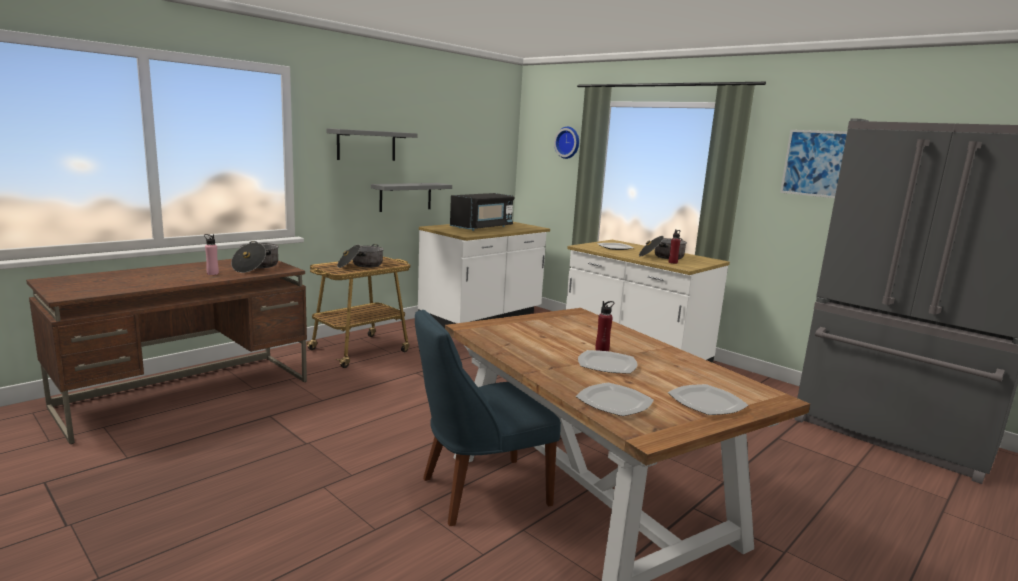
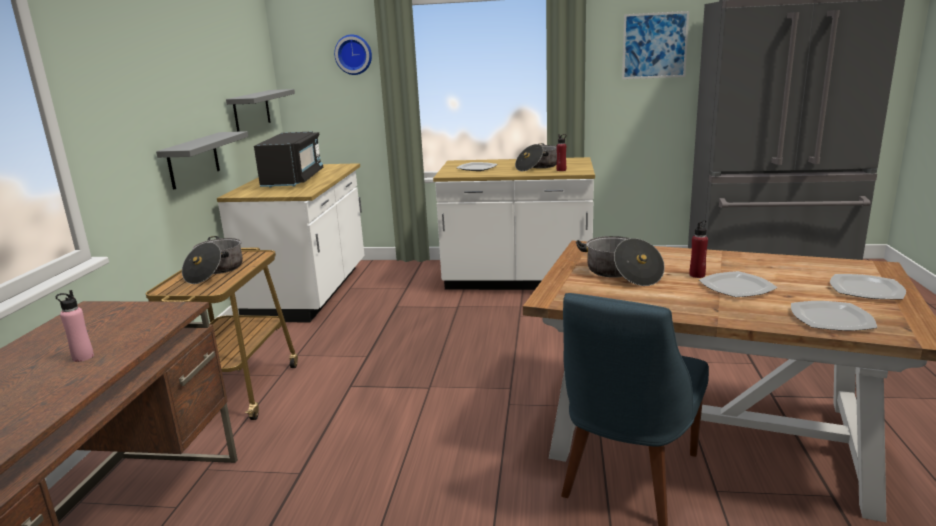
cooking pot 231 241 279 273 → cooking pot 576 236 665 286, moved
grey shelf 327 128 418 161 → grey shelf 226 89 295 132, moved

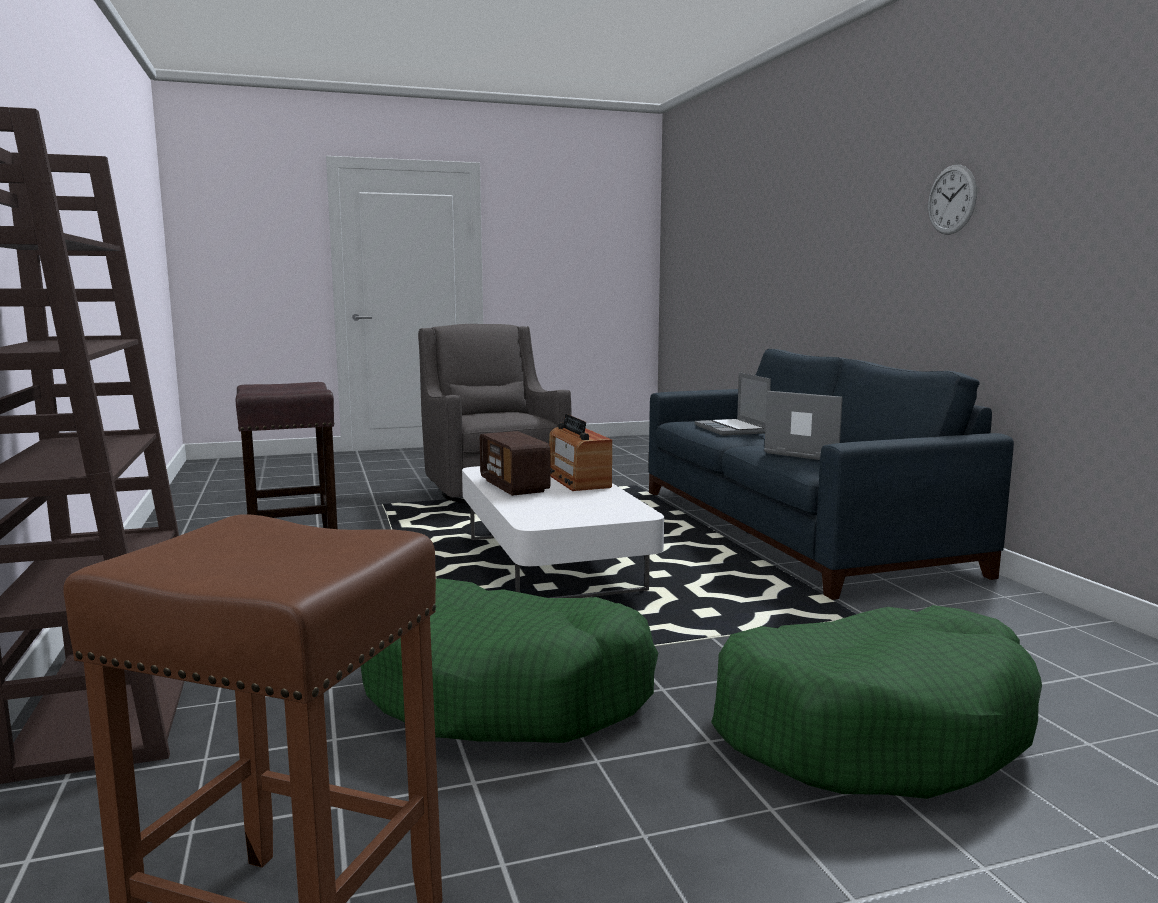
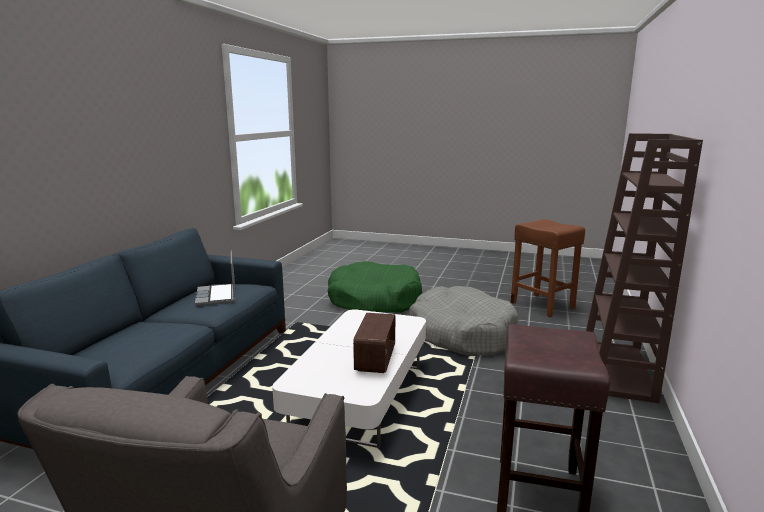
green dog bed 361 579 658 743 → grey dog bed 409 286 518 356
radio 549 414 612 491 → -
laptop 695 372 771 436 → -
wall clock 928 165 977 235 → -

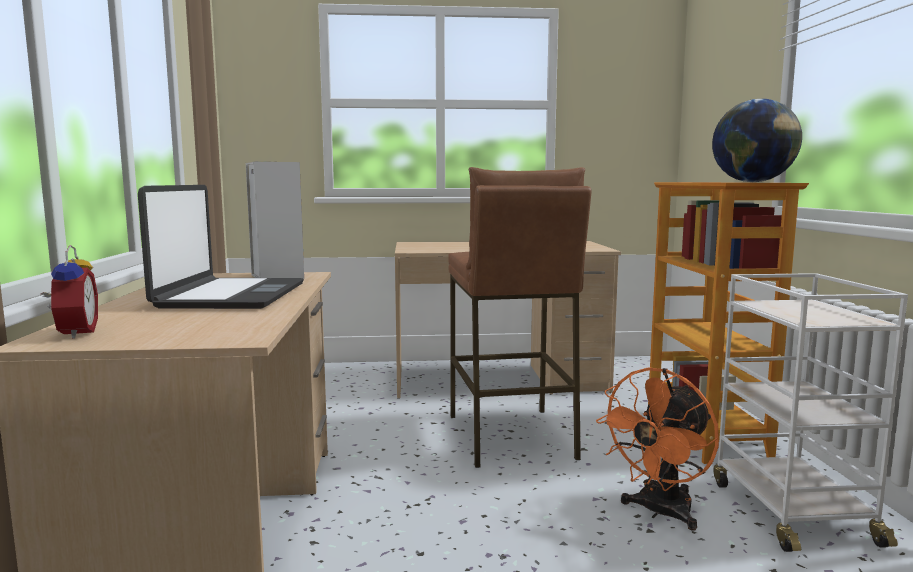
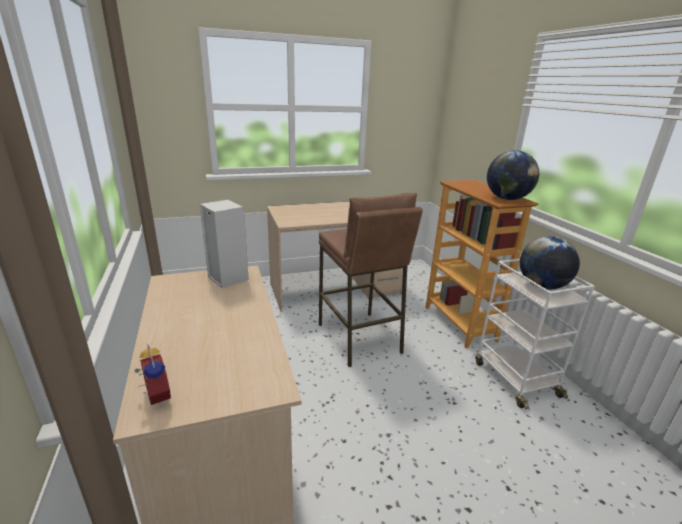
laptop 138 185 304 309 → -
orange fan 596 367 719 530 → -
- → globe 520 236 580 289

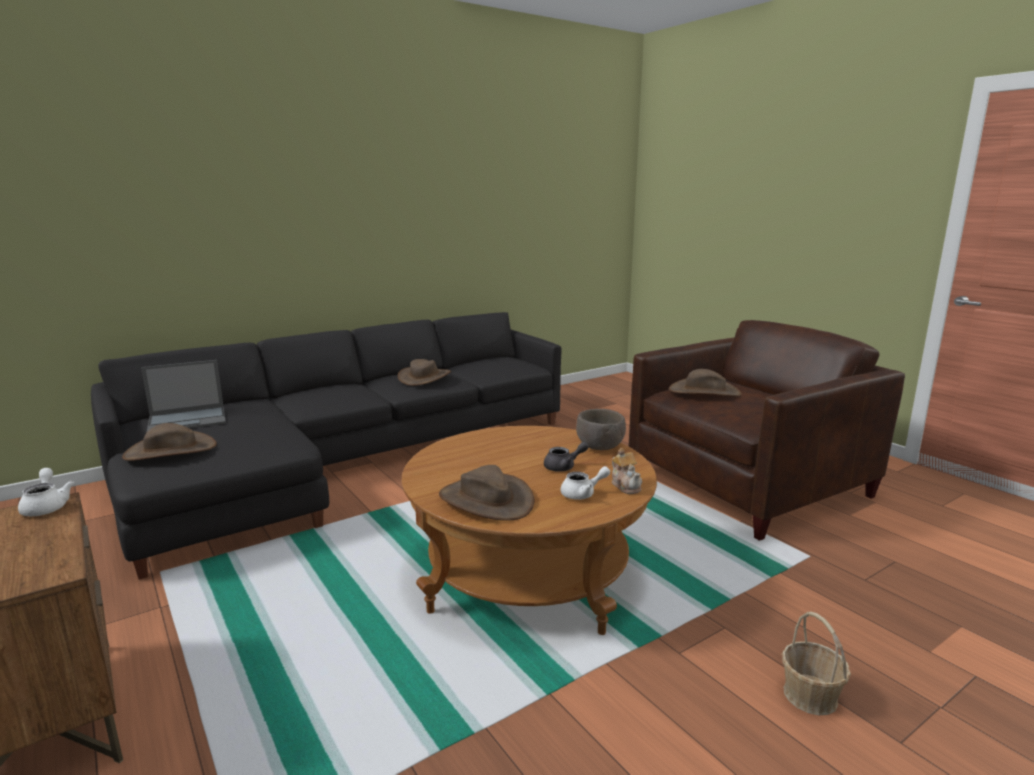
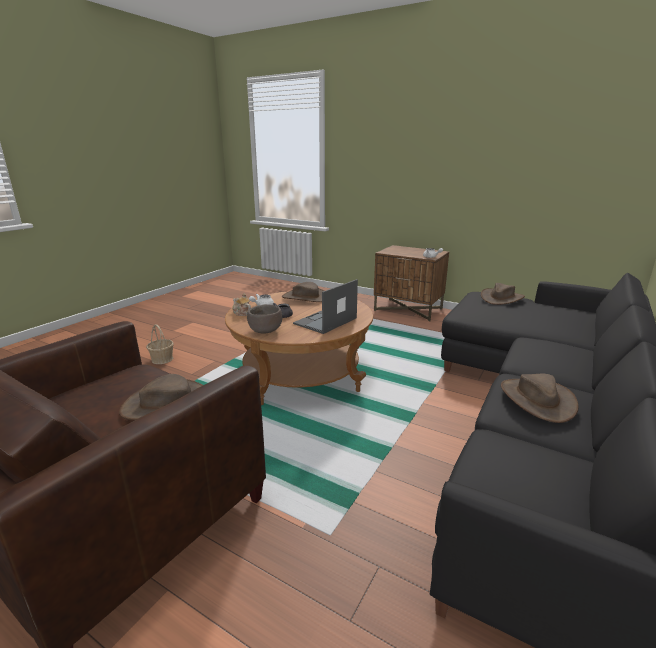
laptop 141 360 226 432 → laptop 293 279 358 334, moved

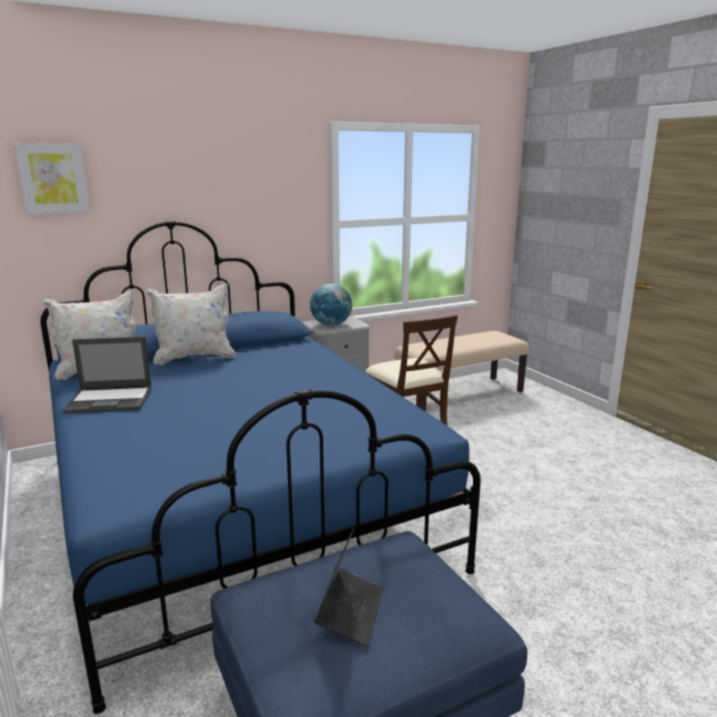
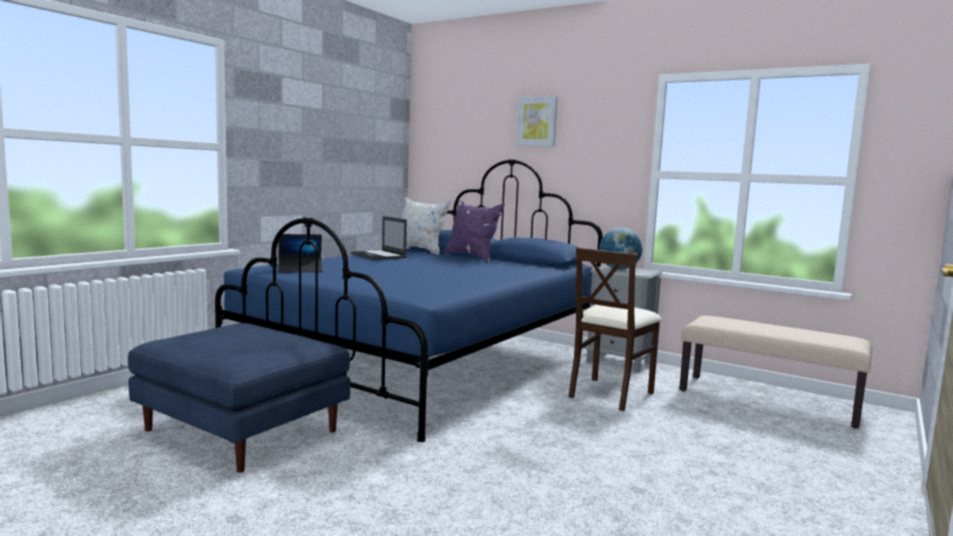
picture 15 143 90 214 → picture 516 96 558 146, moved
white pillow 146 283 236 365 → purple pillow 444 200 505 262
laptop 314 528 383 647 → laptop 278 234 323 273, moved

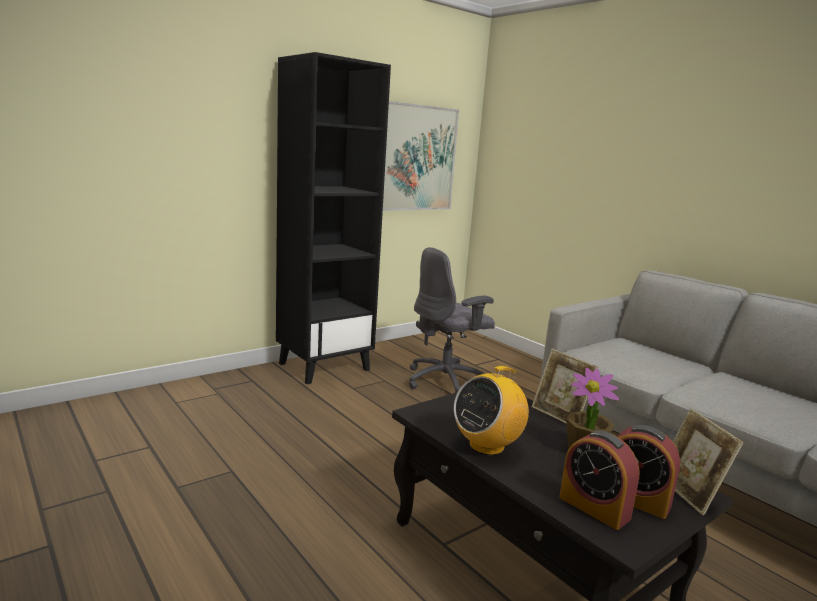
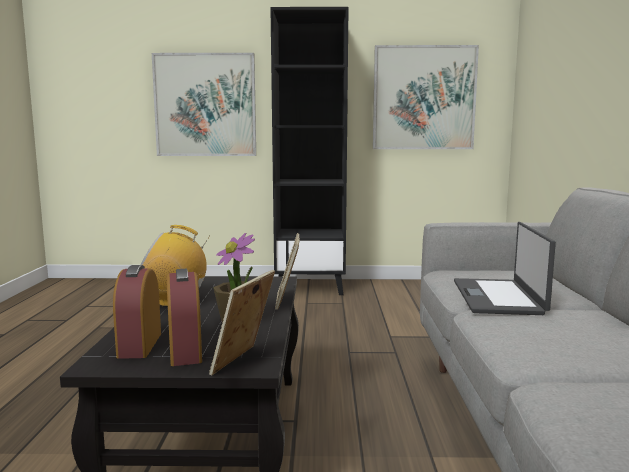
grey office chair 409 247 495 393 → -
- → picture 152 53 256 156
- → laptop 454 222 556 315

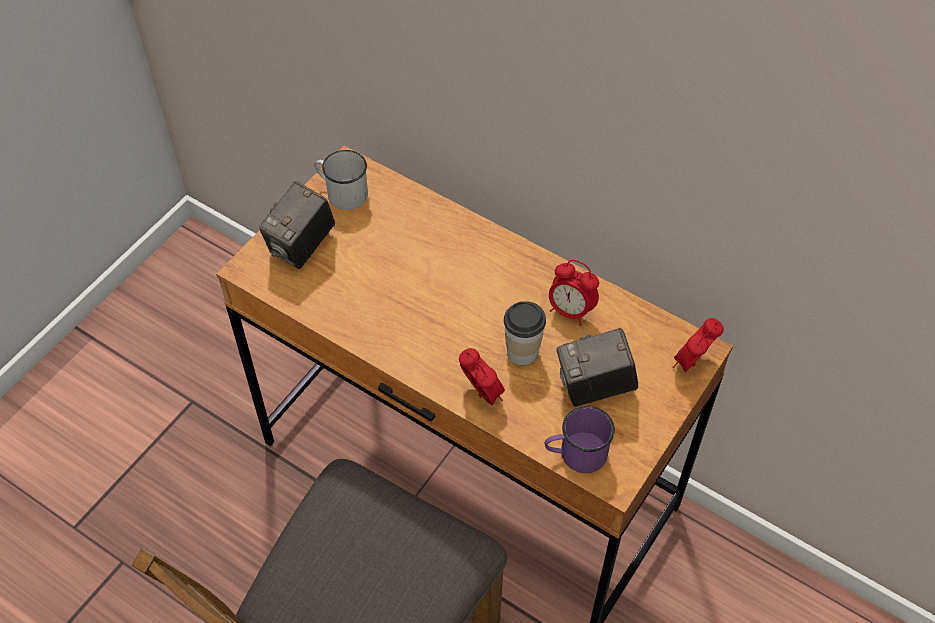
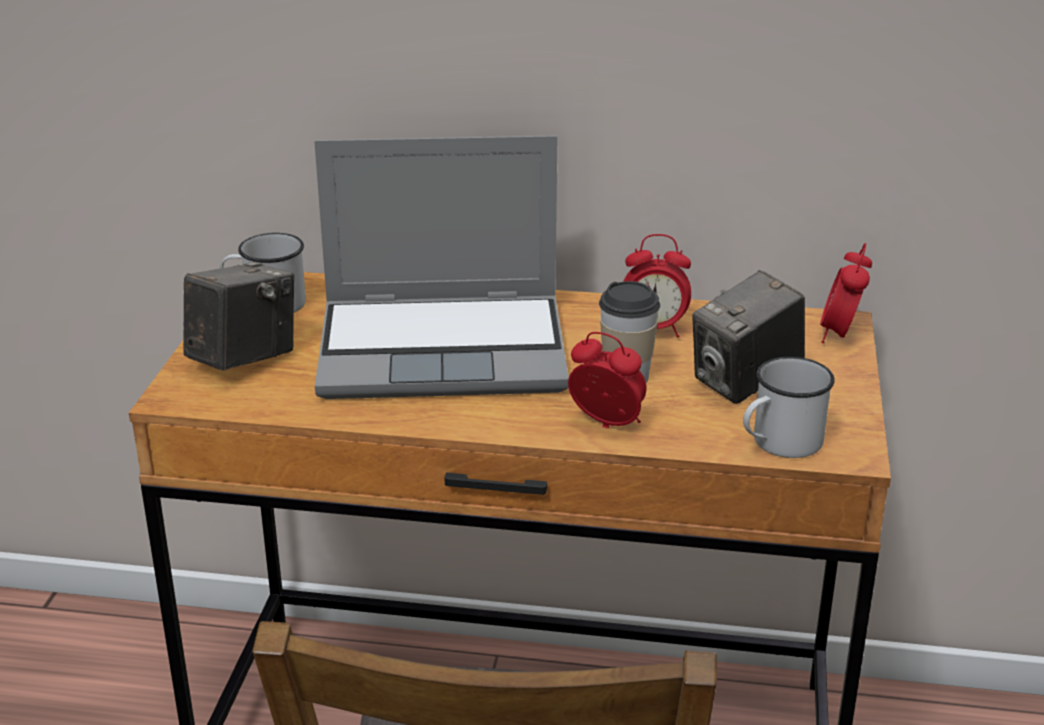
photo camera 259 181 335 269 → photo camera 183 262 294 371, 150 degrees counterclockwise
purple mug 545 406 615 473 → white mug 743 357 835 458
- → laptop 314 136 569 399

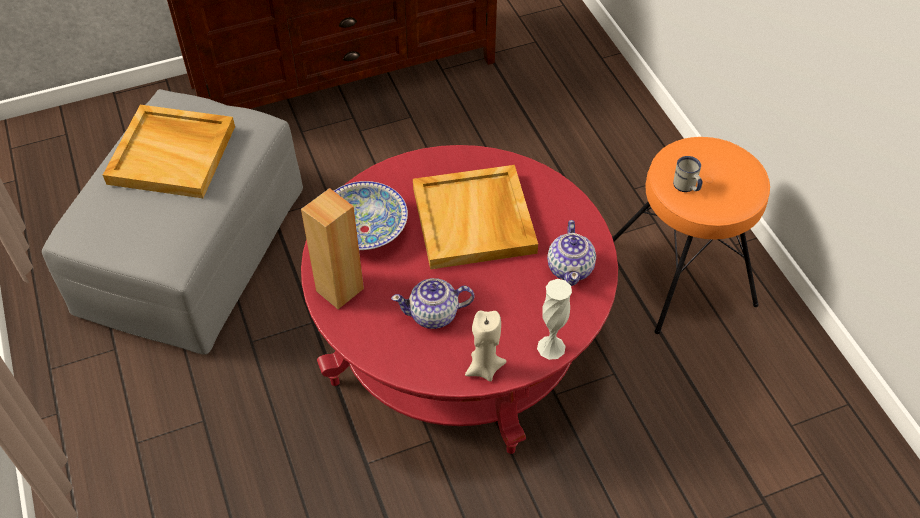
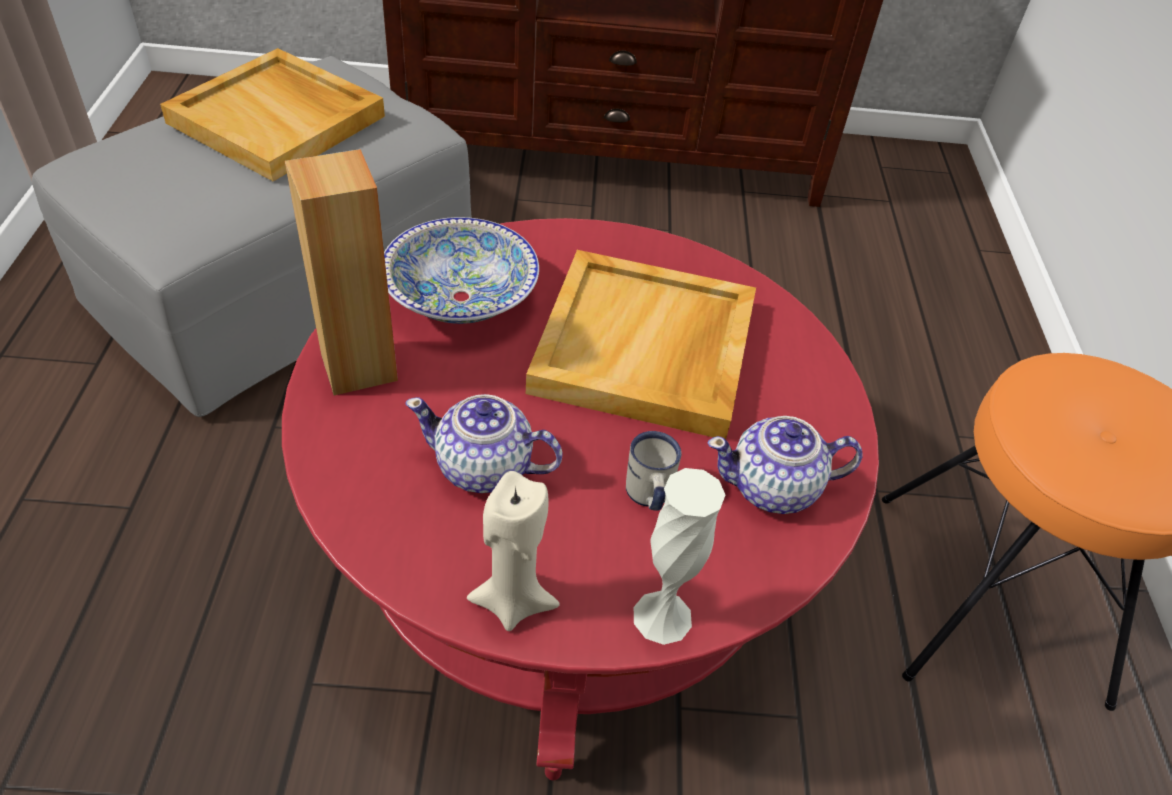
teapot 547 220 596 286 → teapot 708 416 863 514, 60 degrees clockwise
white mug 673 156 703 192 → white mug 626 431 682 511, moved

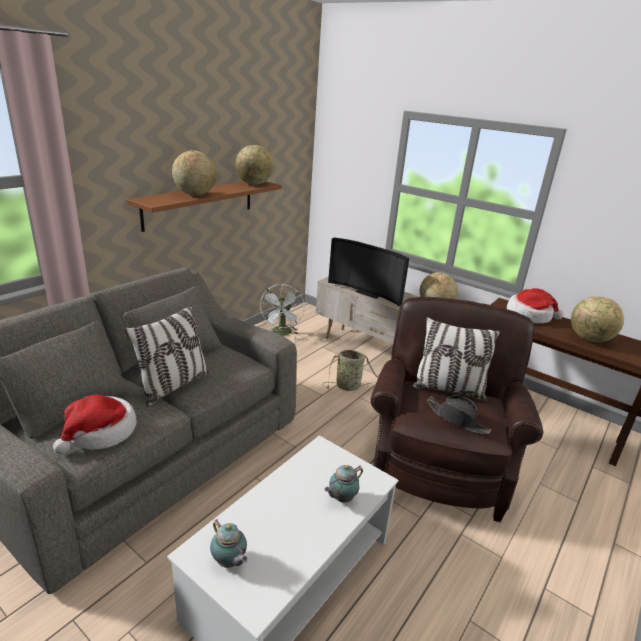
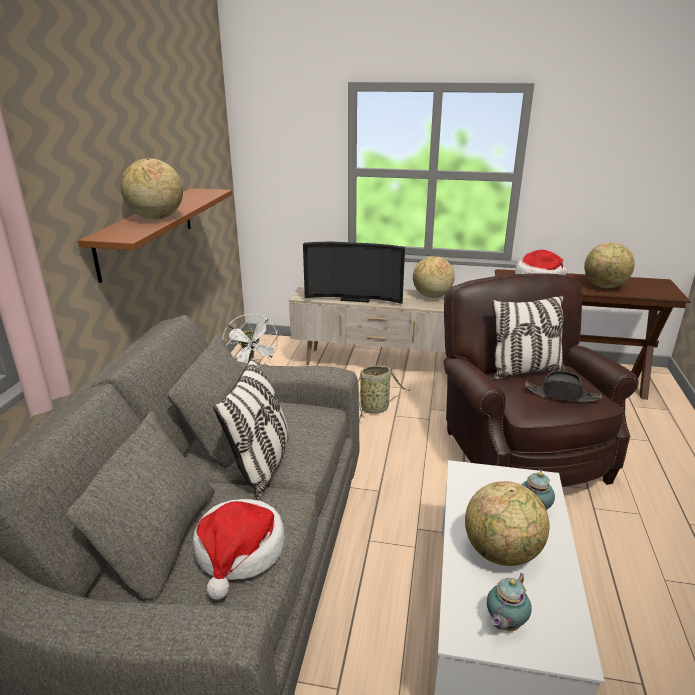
teapot 210 519 248 568 → teapot 487 572 532 631, 105 degrees clockwise
globe 235 145 274 185 → globe 465 481 549 566, moved

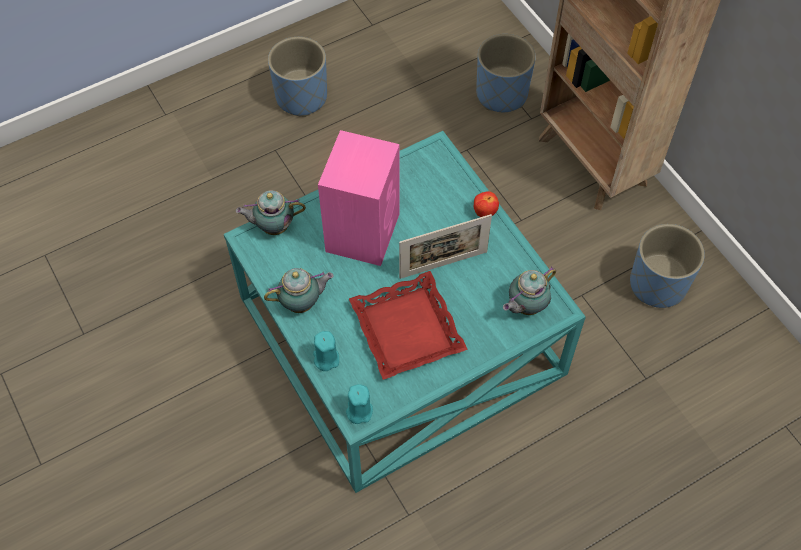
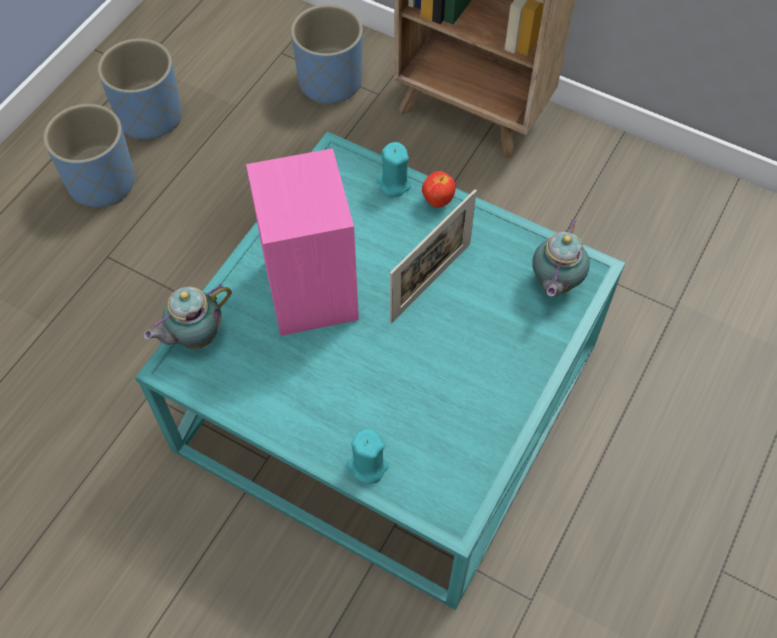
teapot 264 268 334 313 → -
turquoise candle 346 384 373 424 → turquoise candle 377 142 411 197, moved
red tray 349 271 468 380 → -
blue planter 630 224 705 308 → blue planter 98 38 182 140, moved

